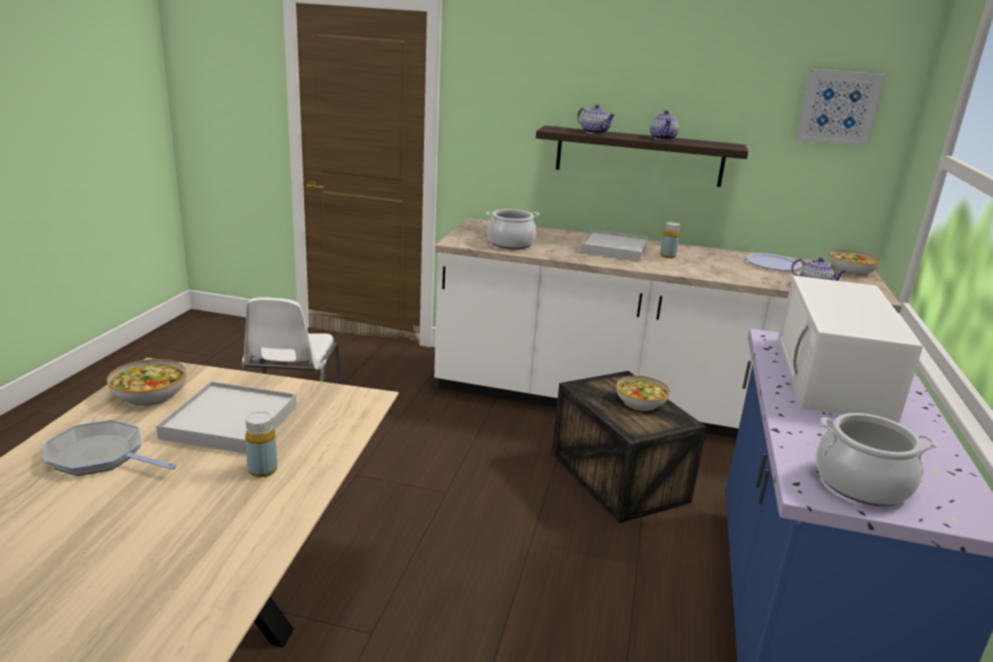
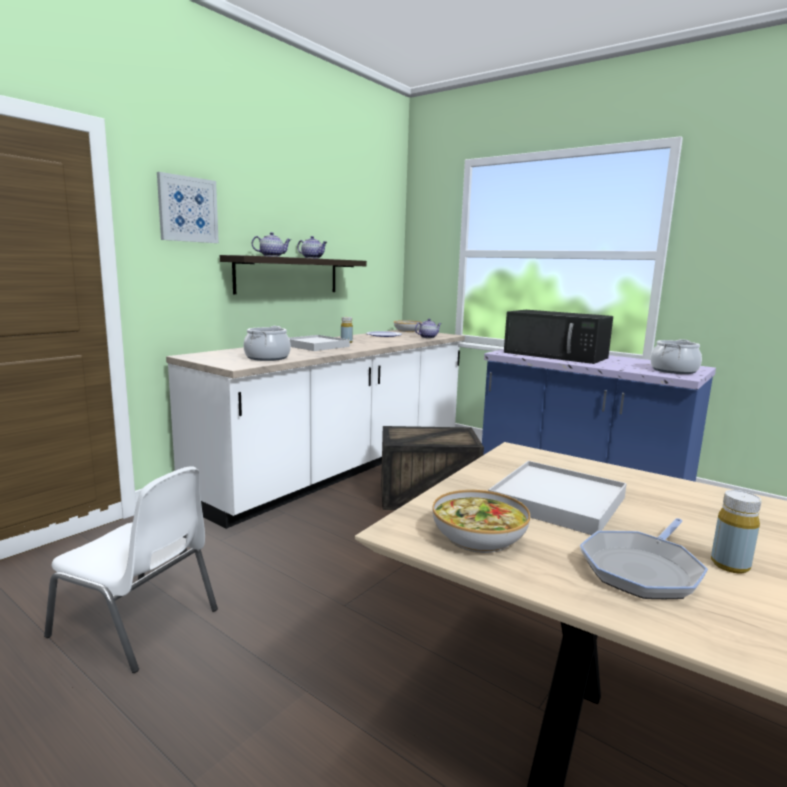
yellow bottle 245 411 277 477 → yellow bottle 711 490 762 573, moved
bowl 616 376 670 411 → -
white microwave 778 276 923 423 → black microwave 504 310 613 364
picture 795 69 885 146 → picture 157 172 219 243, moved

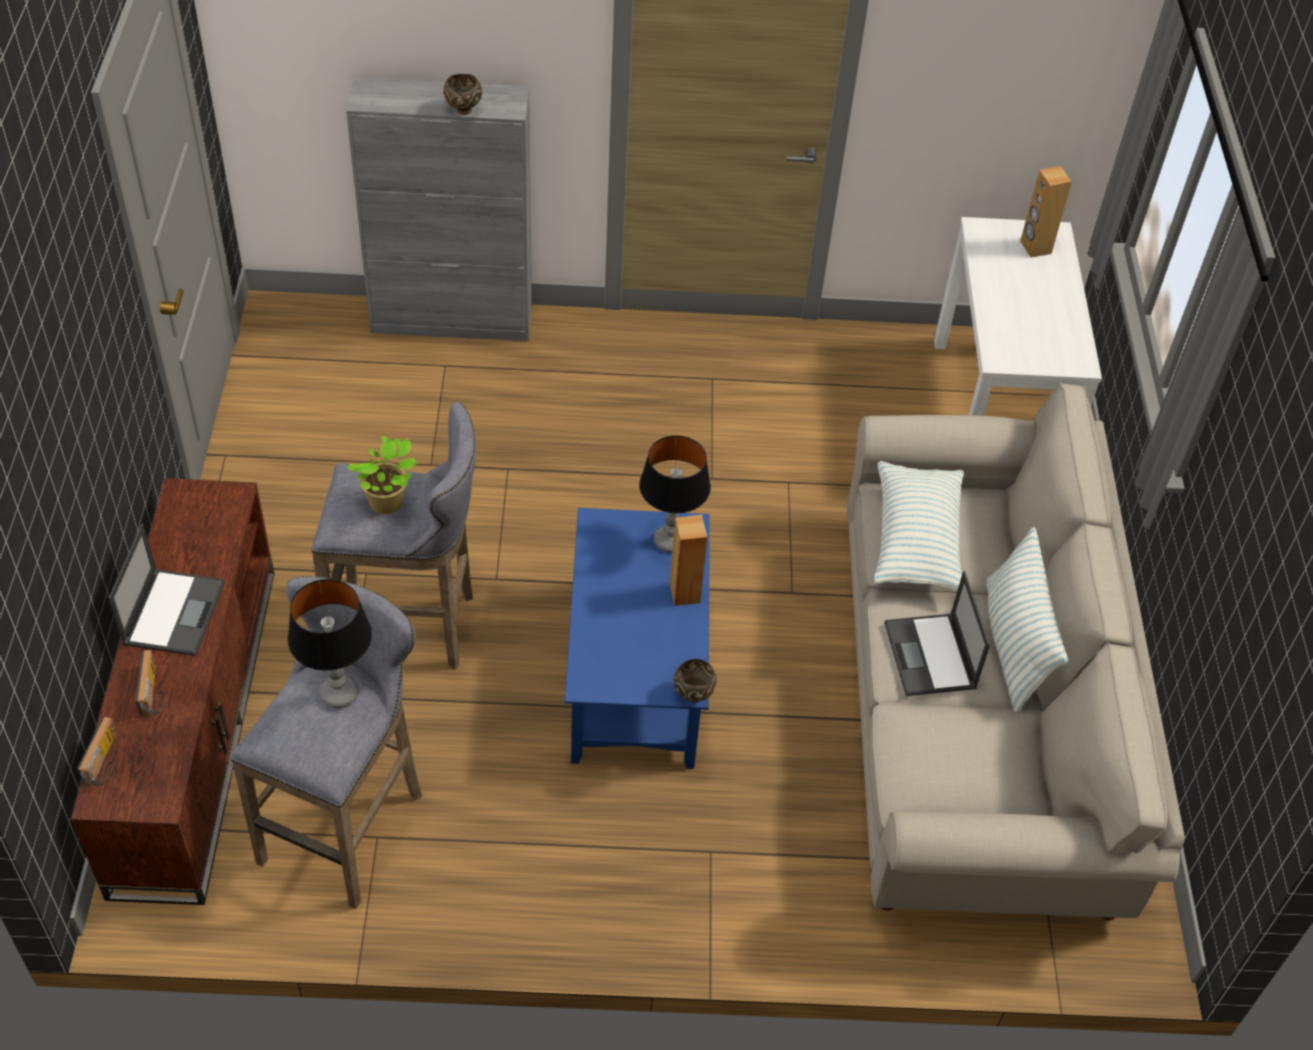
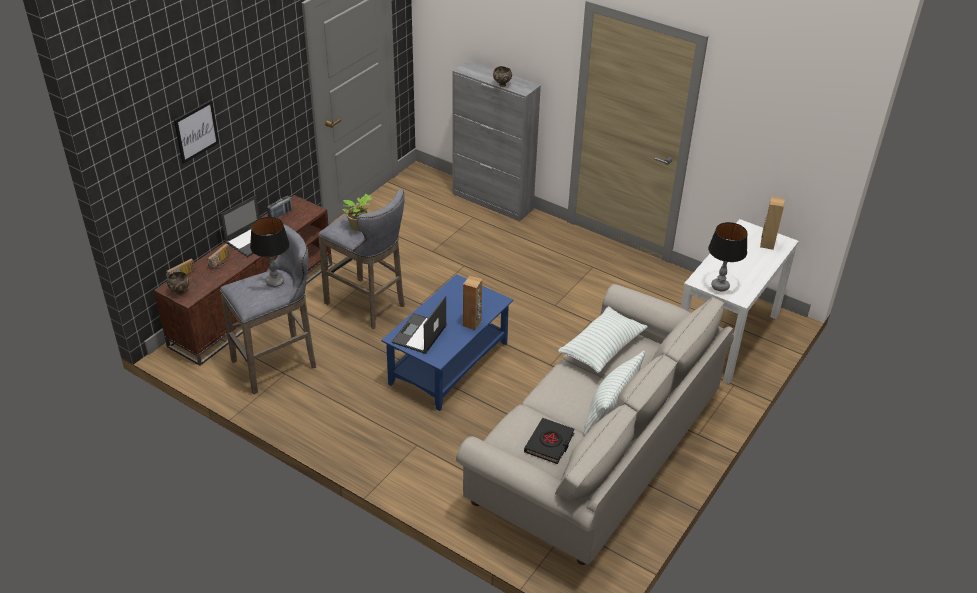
table lamp 639 435 711 553 → table lamp 708 222 748 291, moved
brown bowl 674 659 717 703 → brown bowl 167 272 189 295, moved
laptop 884 571 990 696 → laptop 392 295 447 354, moved
- → picture 174 100 219 164
- → radio 267 196 292 218
- → black book 524 418 575 464

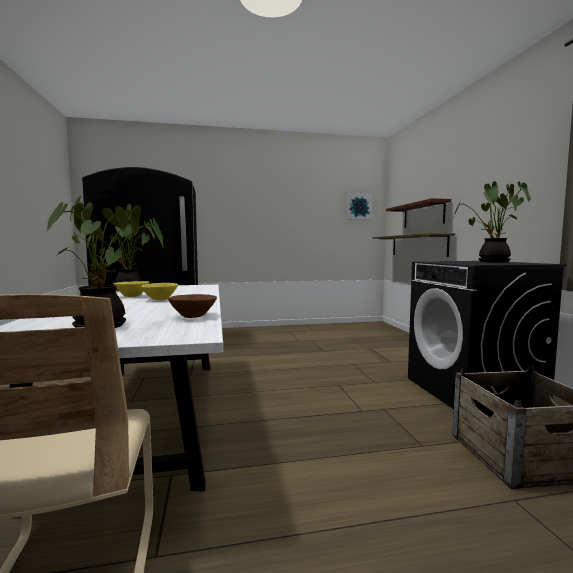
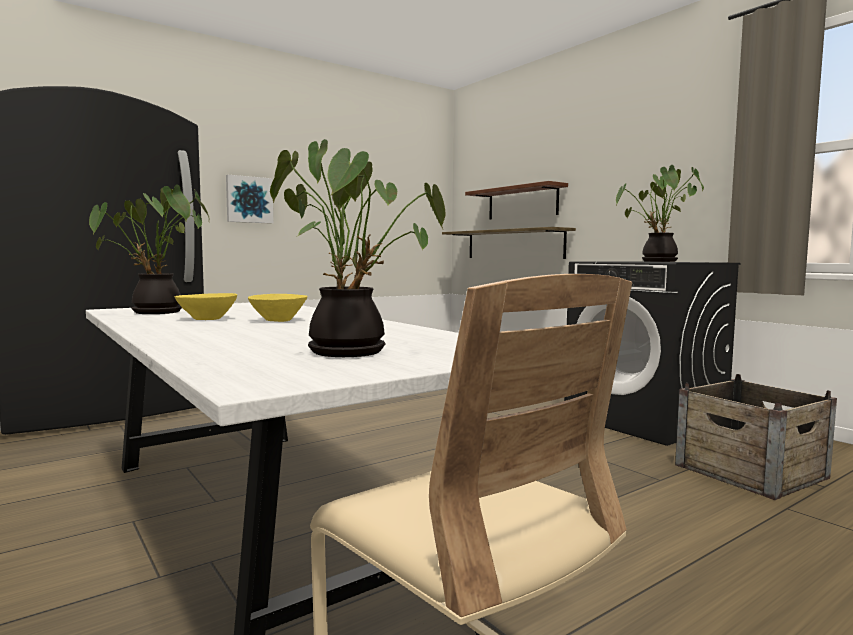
brown bowl 168 294 217 318 → -
picture 347 193 372 220 → picture 226 175 273 224, moved

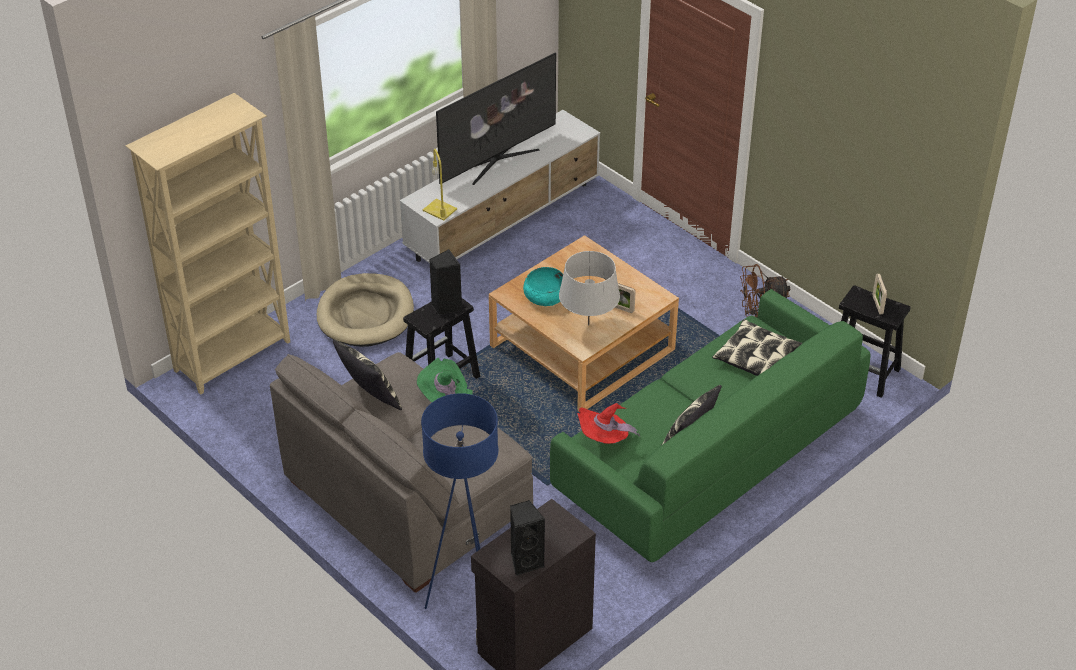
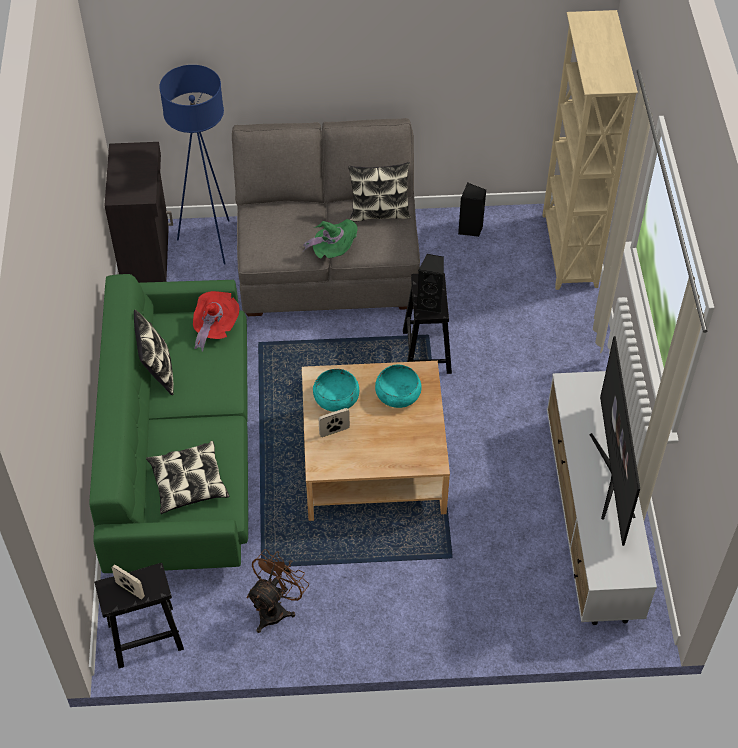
beige dog bed 317 273 414 347 → -
yellow table lamp 423 149 457 221 → -
black speaker 510 500 545 576 → black speaker 458 183 486 237, moved
grey table lamp 559 251 620 326 → turquoise bowl 313 369 359 412

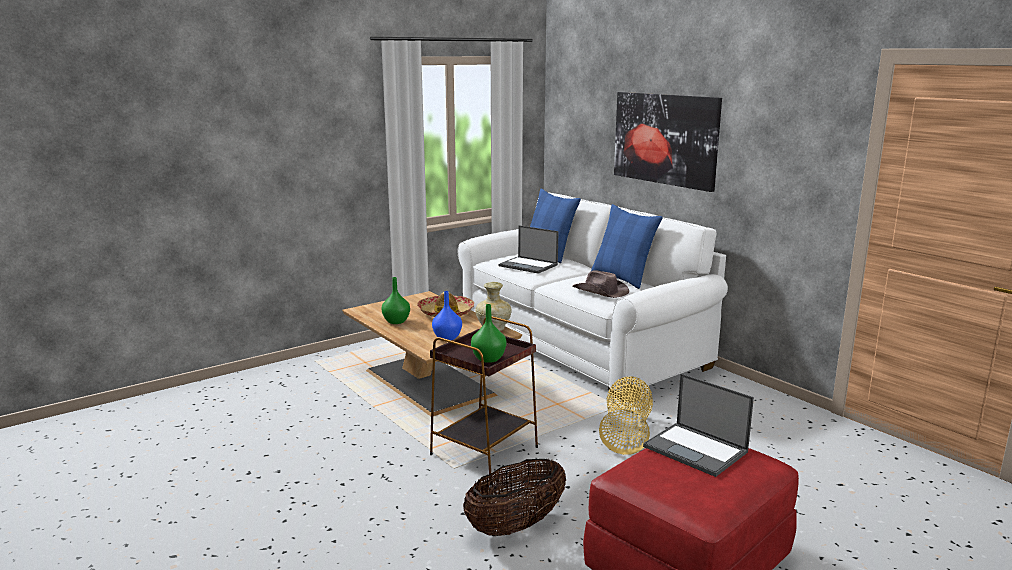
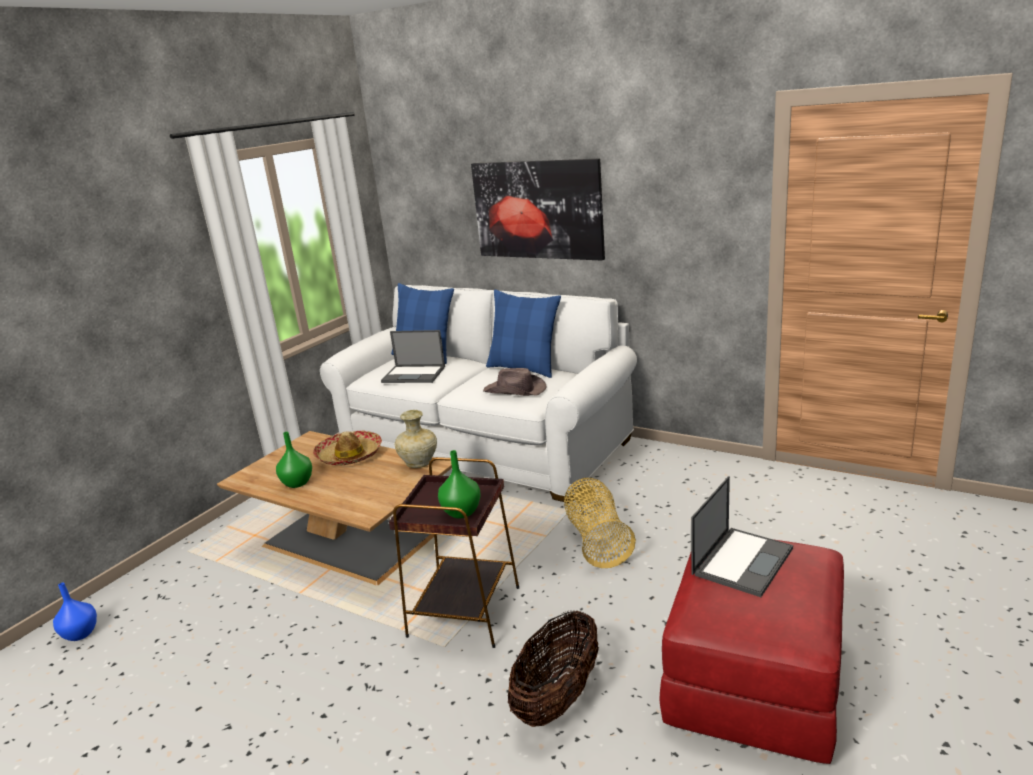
blue vase 432 291 462 340 → blue vase 53 582 97 641, moved
laptop 643 374 754 477 → laptop 691 476 793 597, 75 degrees counterclockwise

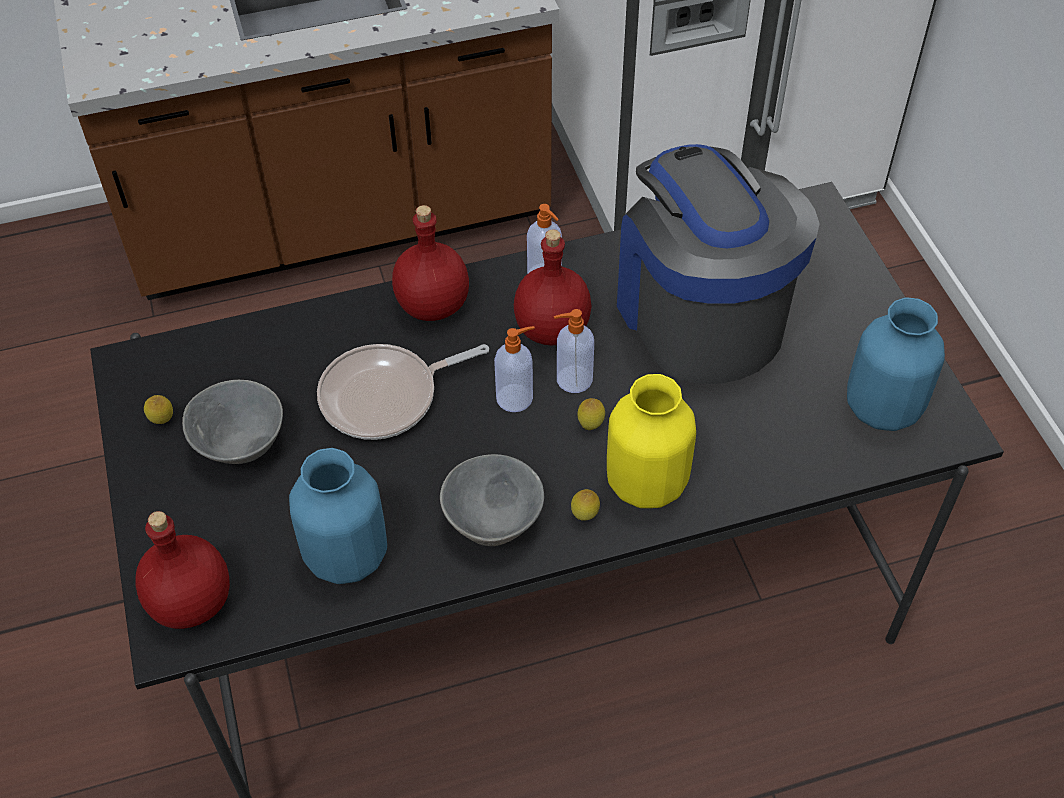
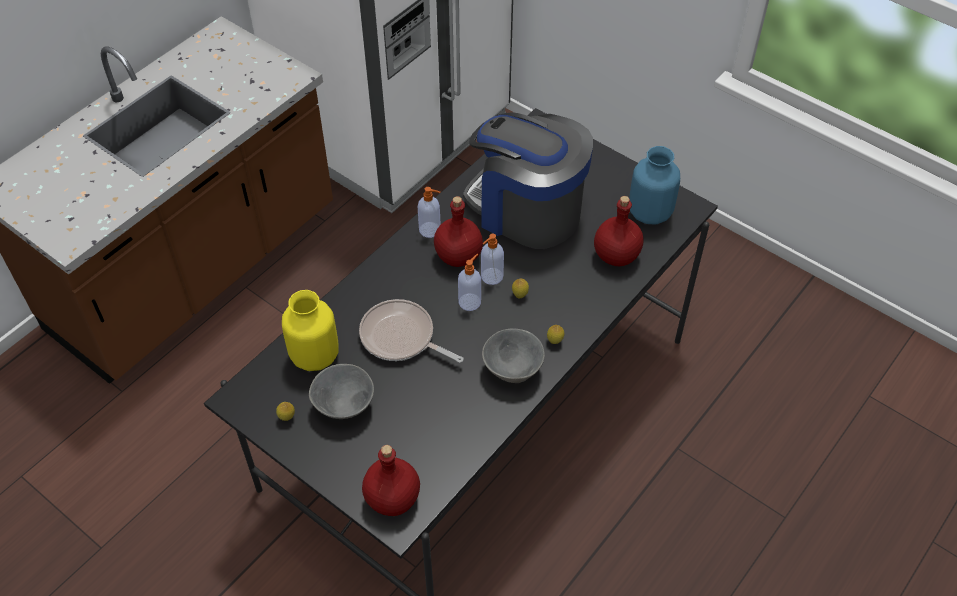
blue vase 289 448 387 584 → -
frying pan 317 344 489 440 → frying pan 359 299 464 363, 90 degrees clockwise
red bottle 392 205 469 321 → red bottle 594 196 644 266, moved
yellow vase 607 374 696 508 → yellow vase 282 290 339 371, moved

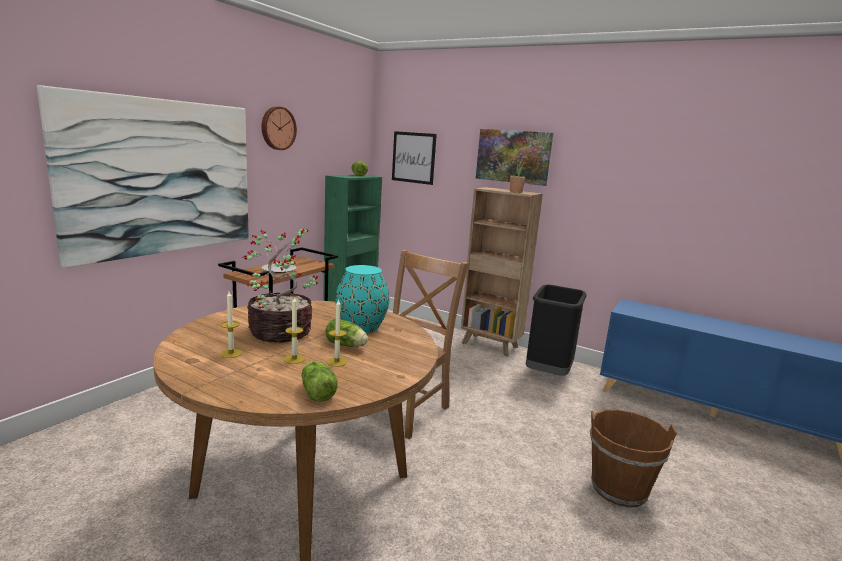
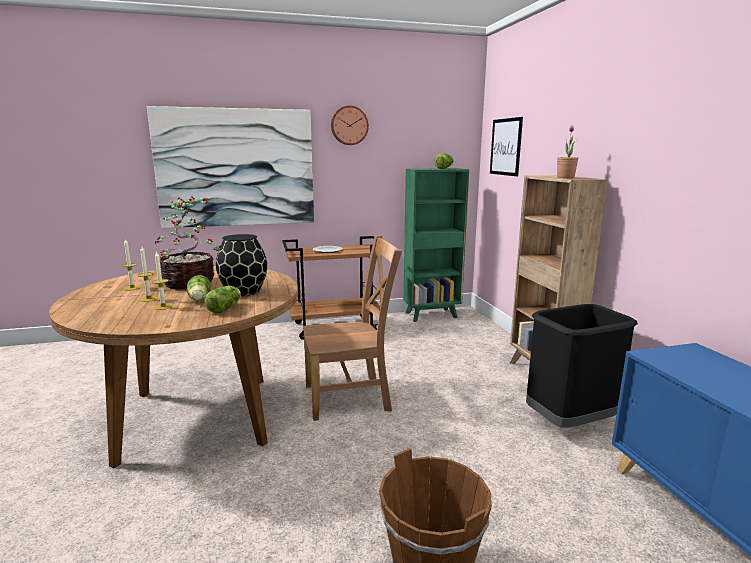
lettuce 302 361 338 402 → lettuce 204 286 241 314, moved
turquoise vase 335 265 389 333 → black vase 216 234 267 296
picture 476 129 553 186 → -

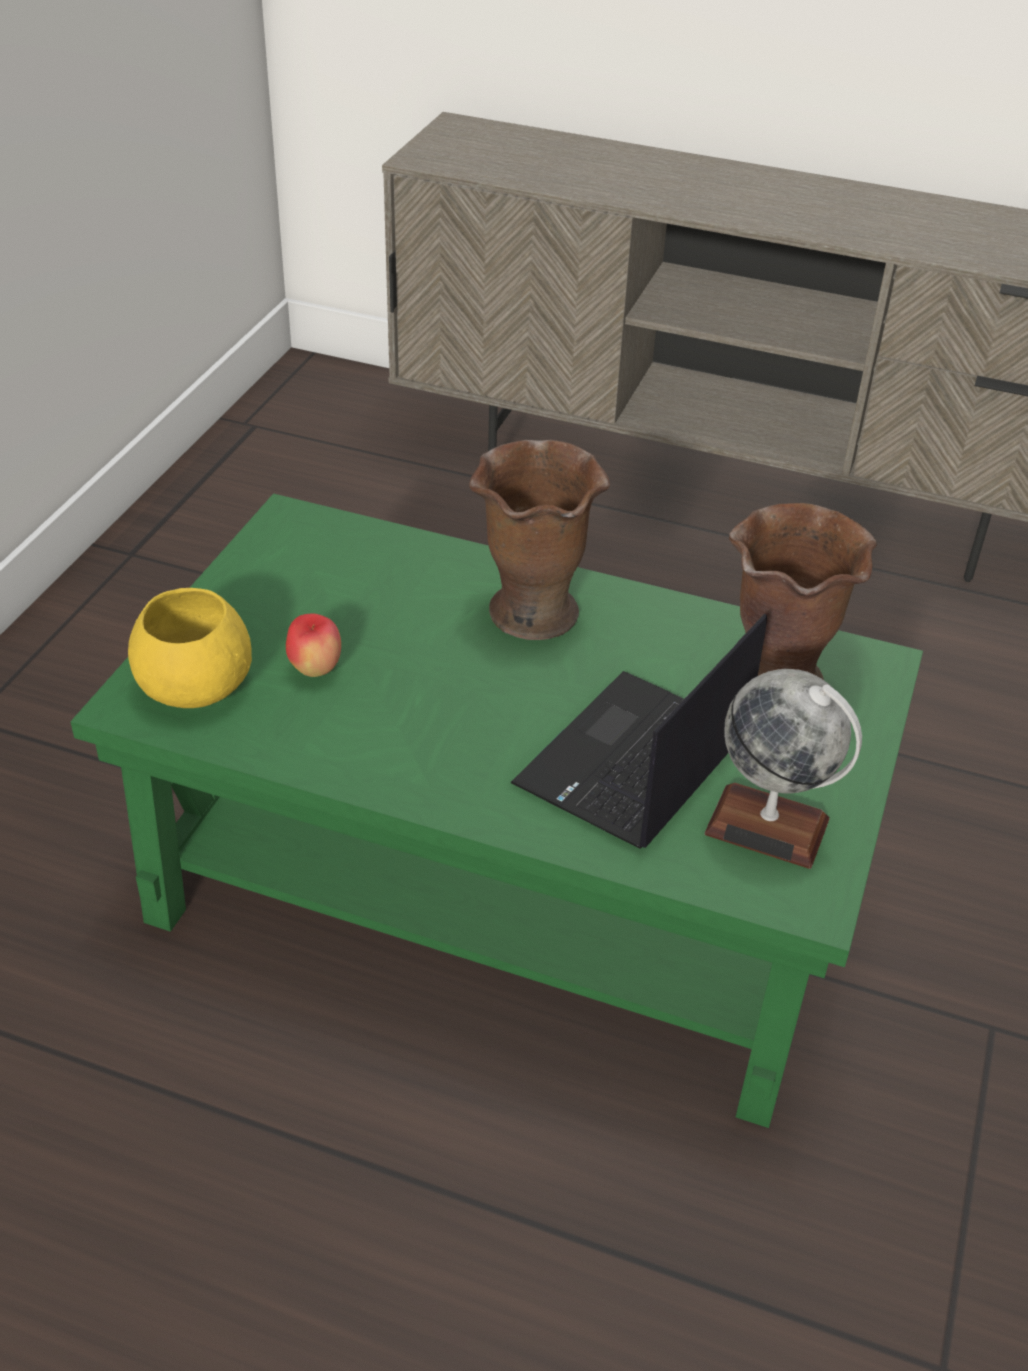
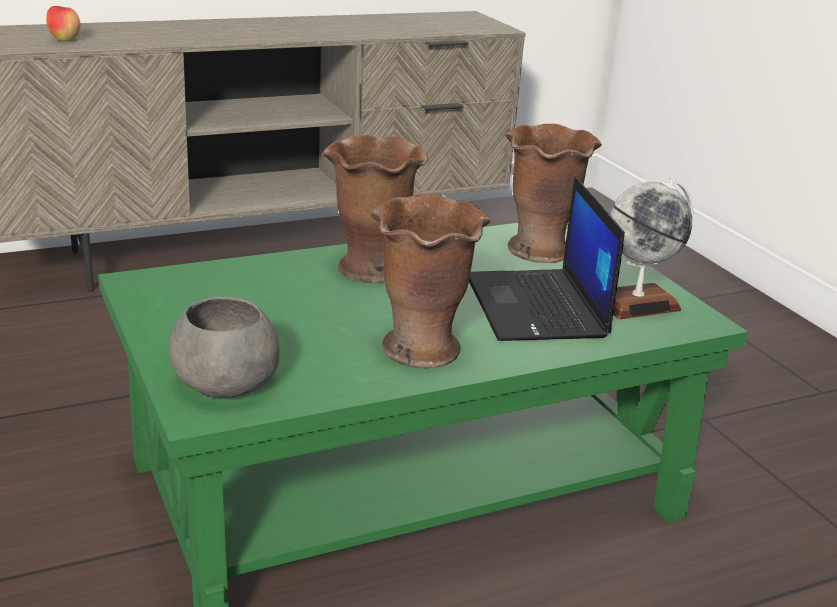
yellow bowl 128 588 252 708 → grey bowl 169 296 280 398
apple 286 613 341 677 → apple 46 6 80 41, moved
- → brown vase 370 194 491 368

